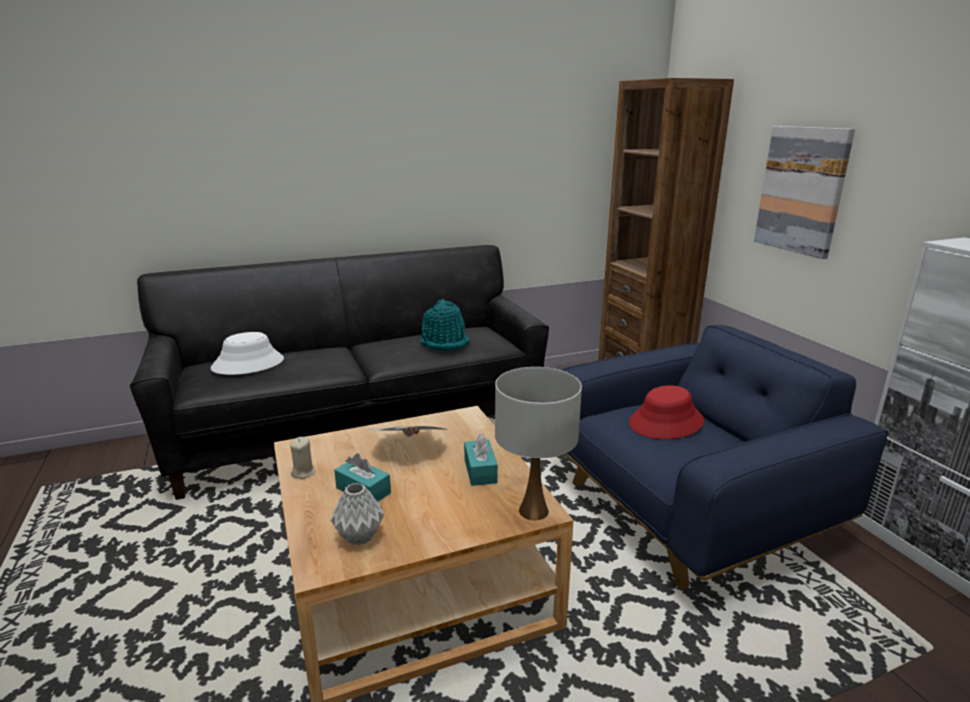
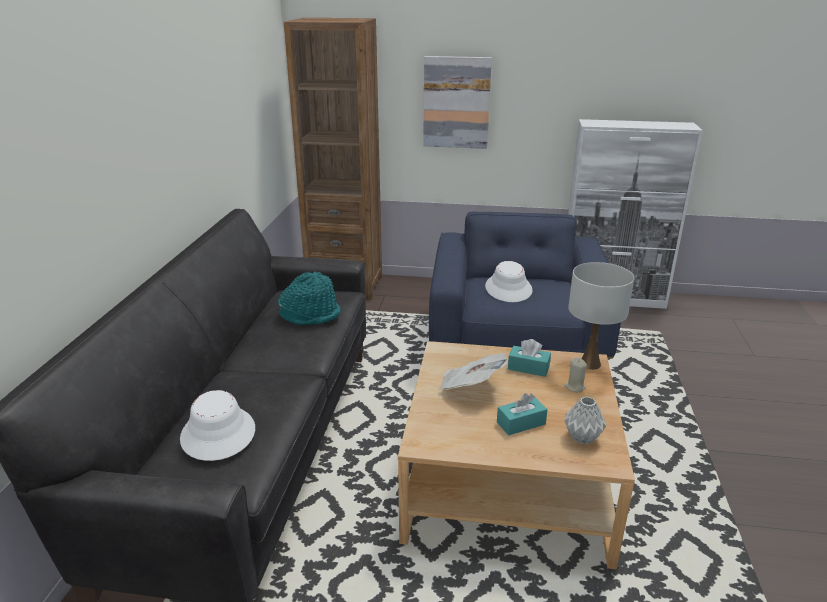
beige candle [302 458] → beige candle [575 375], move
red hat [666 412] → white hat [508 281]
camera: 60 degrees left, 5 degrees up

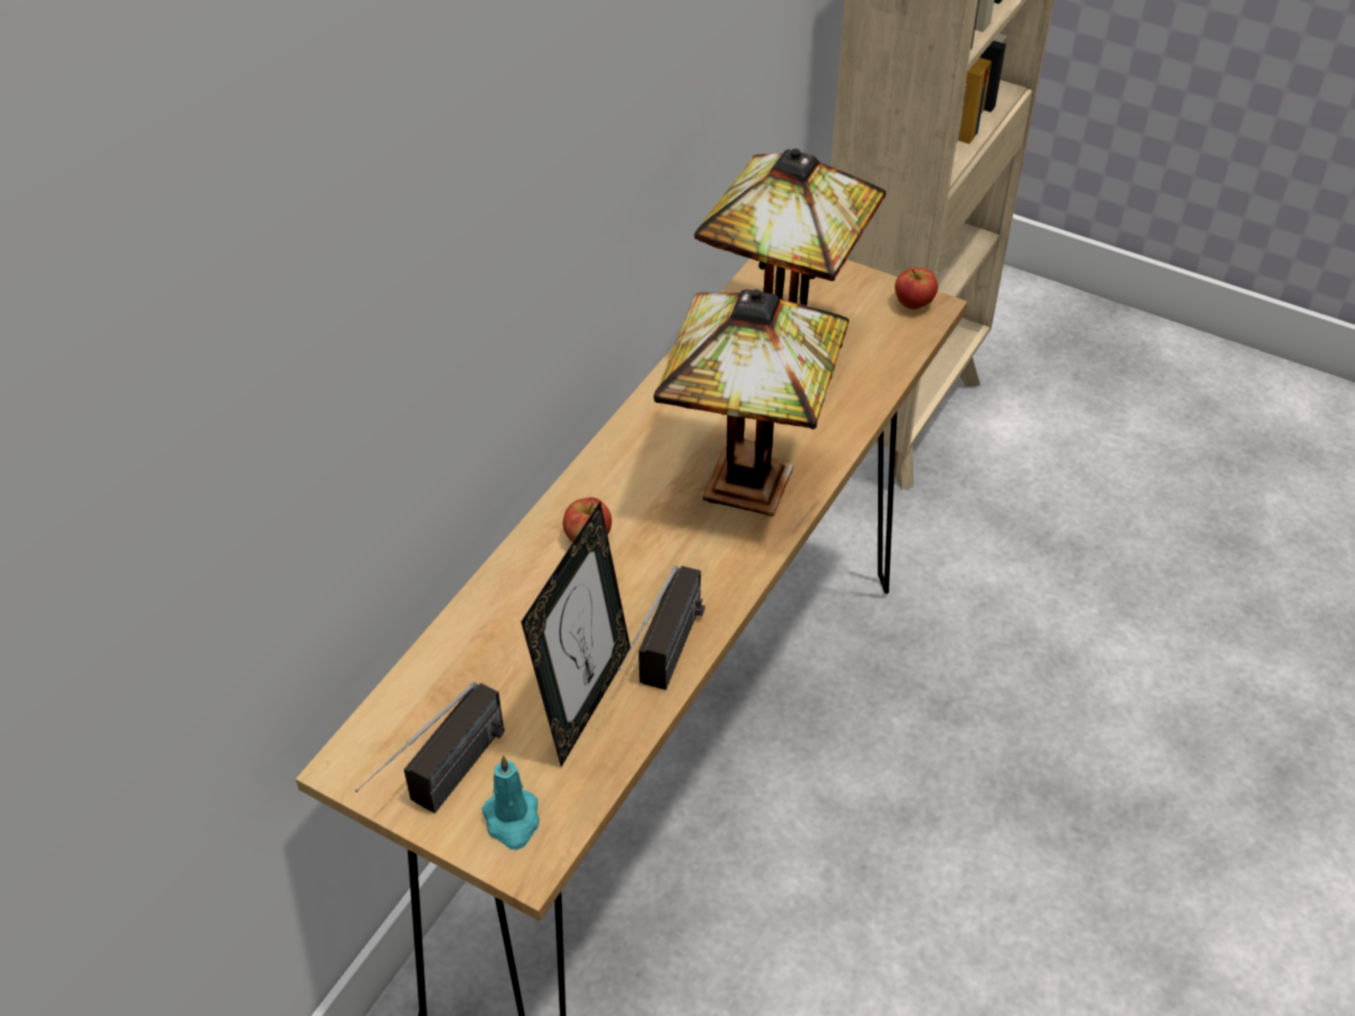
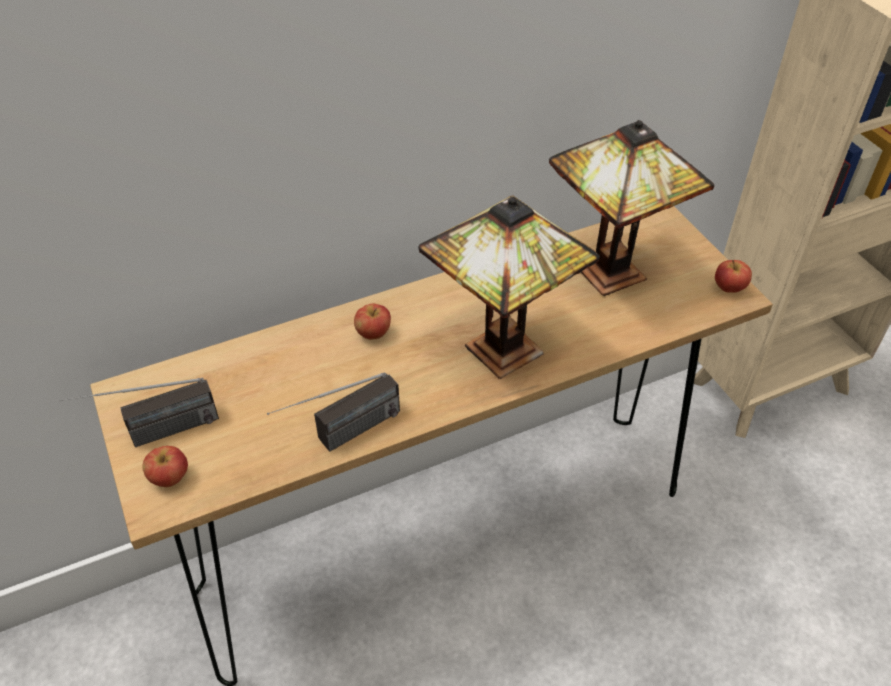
turquoise candle [510 802] → apple [165 466]
picture frame [575 634] → -
camera: 35 degrees right, 0 degrees up

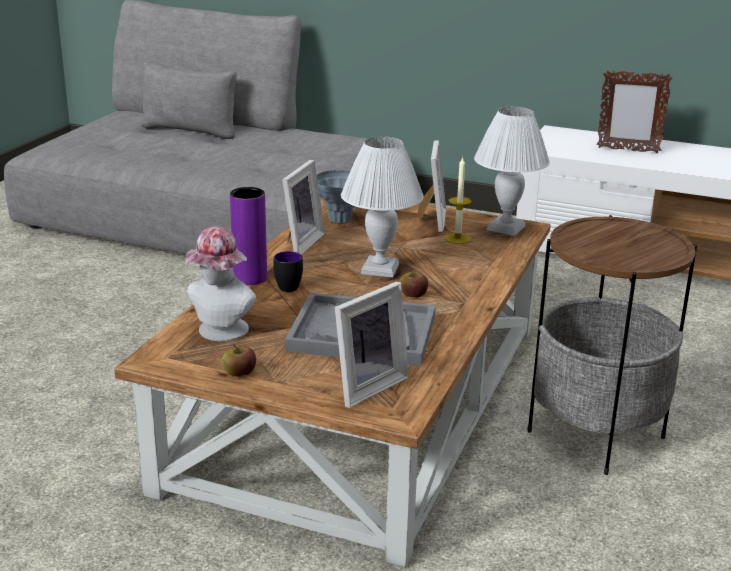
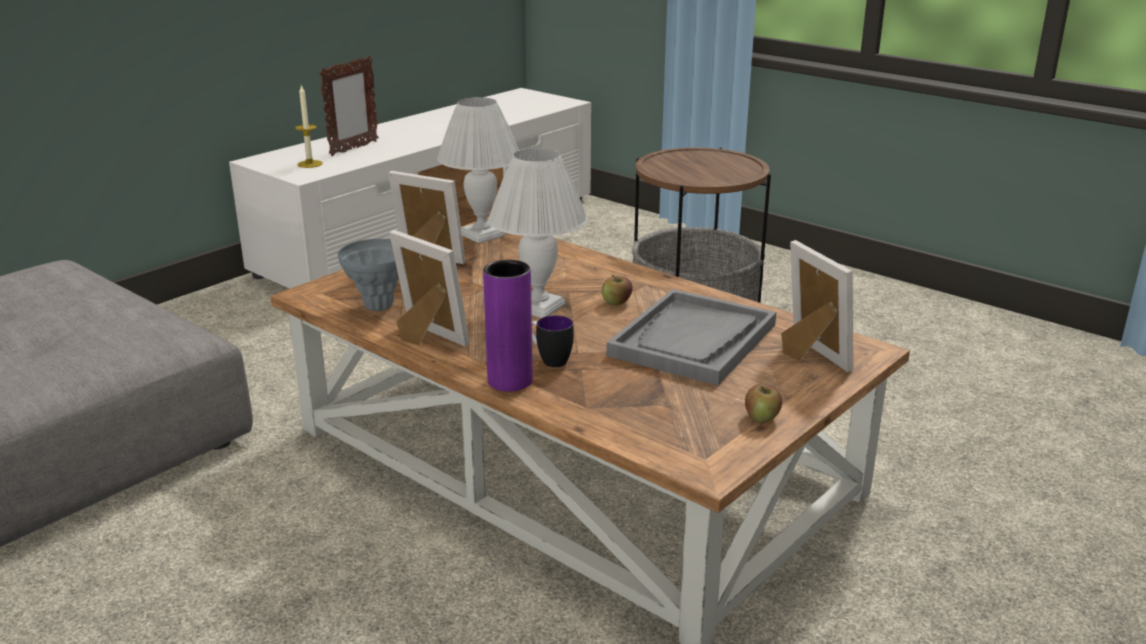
hat [220 284] → -
candle [458 201] → candle [309 126], move
camera: 70 degrees left, 0 degrees up

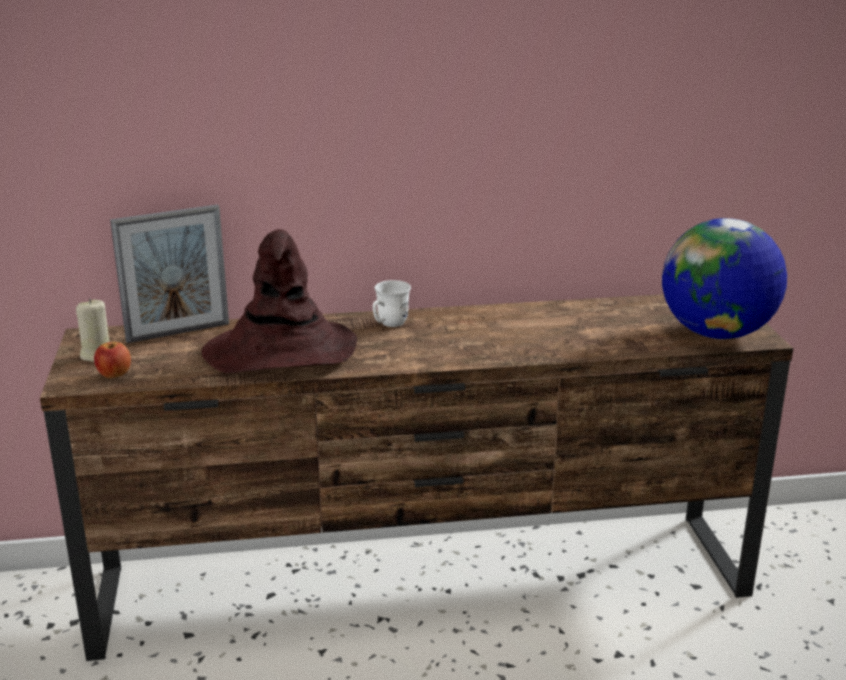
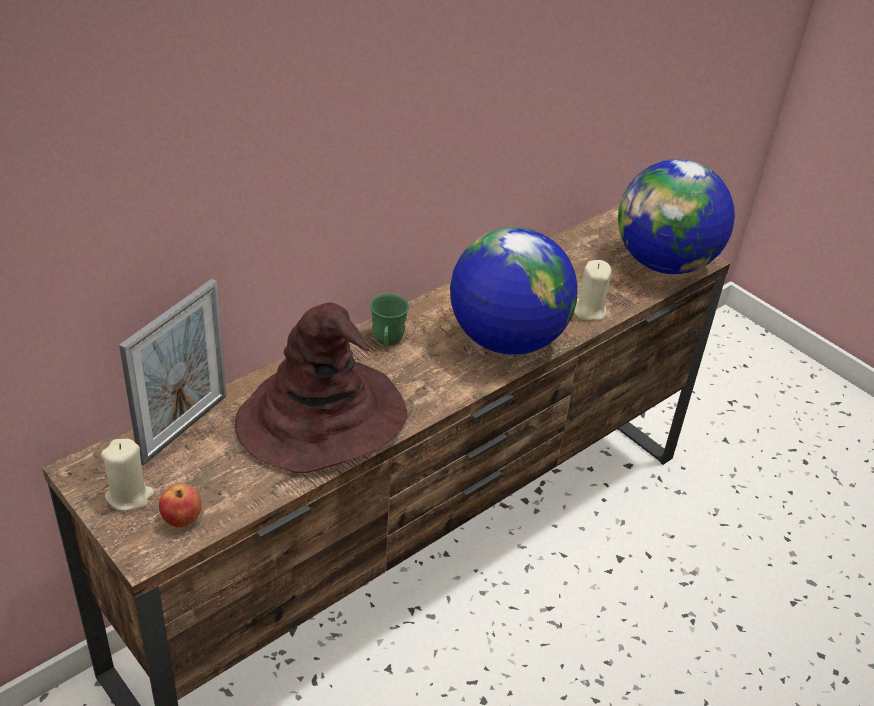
white mug [392 303] → green mug [389 319]
- → globe [514 291]
- → beige candle [592 290]
camera: 35 degrees left, 15 degrees up

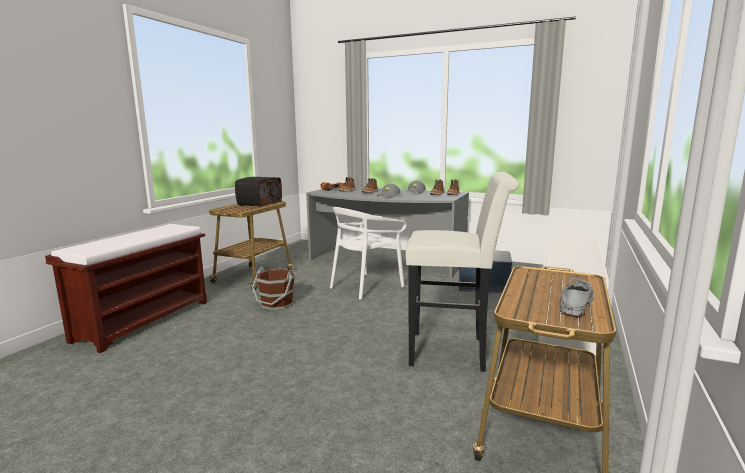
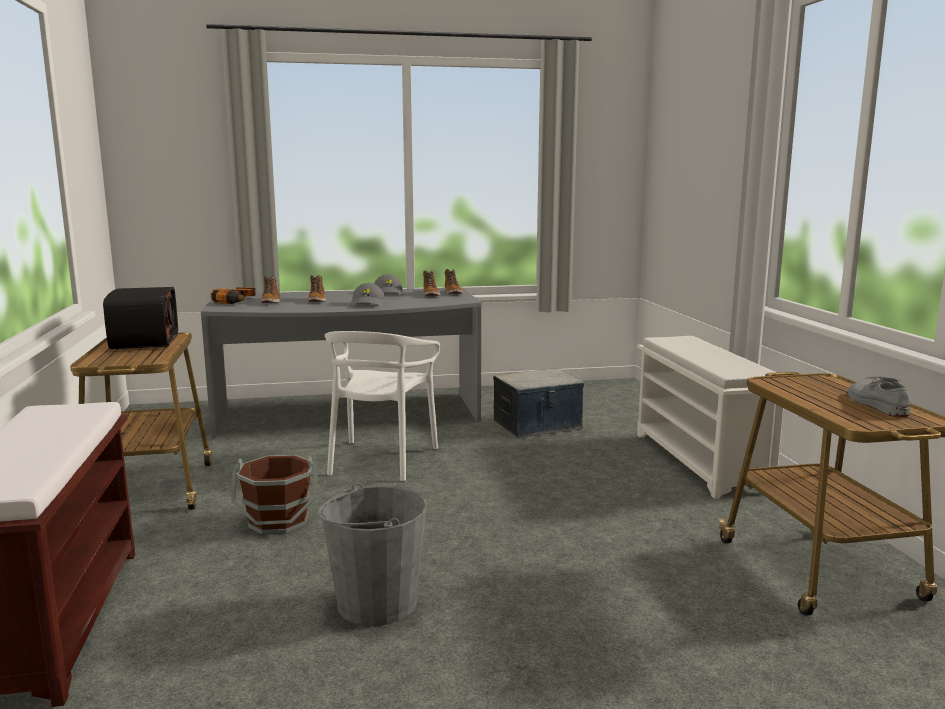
white stool [463 272] → -
- → grey bucket [372 554]
camera: 35 degrees left, 0 degrees up

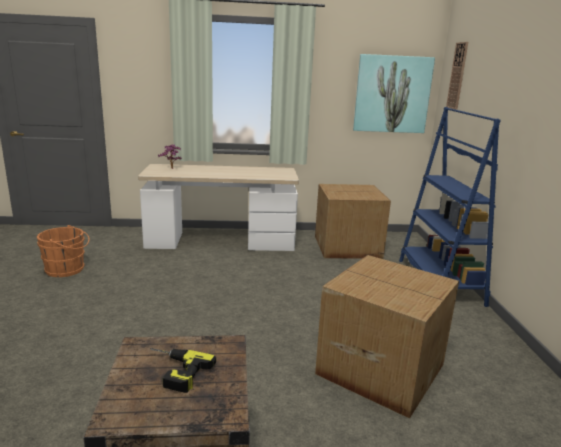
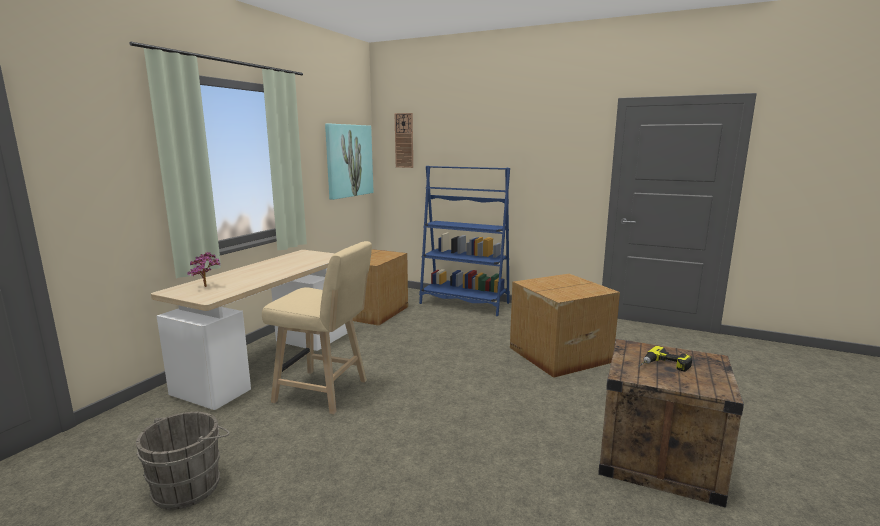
orange bucket [63 251] → grey bucket [183 461]
- → beige stool [317 327]
camera: 60 degrees left, 5 degrees down

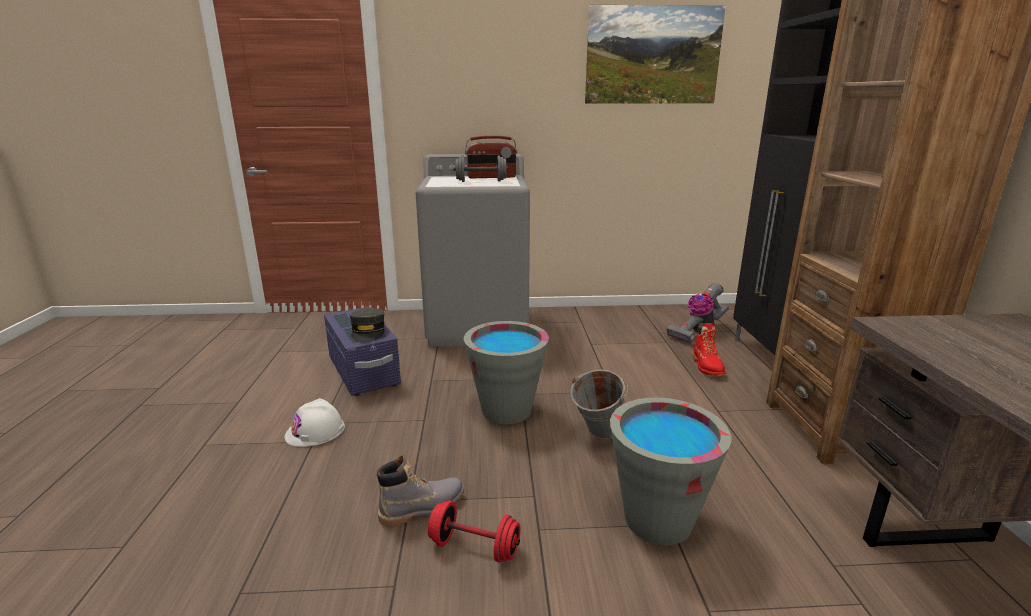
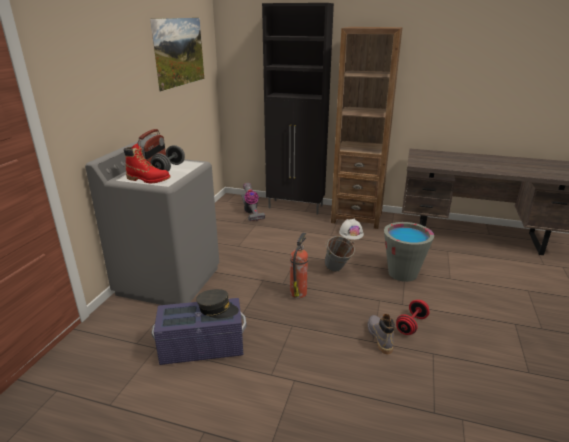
white hard hat [314 422] → white hard hat [351 229], move
grey bucket [506 372] → fire extinguisher [299 265]
red boot [709 349] → red boot [147 163], move
camera: 70 degrees left, 5 degrees up

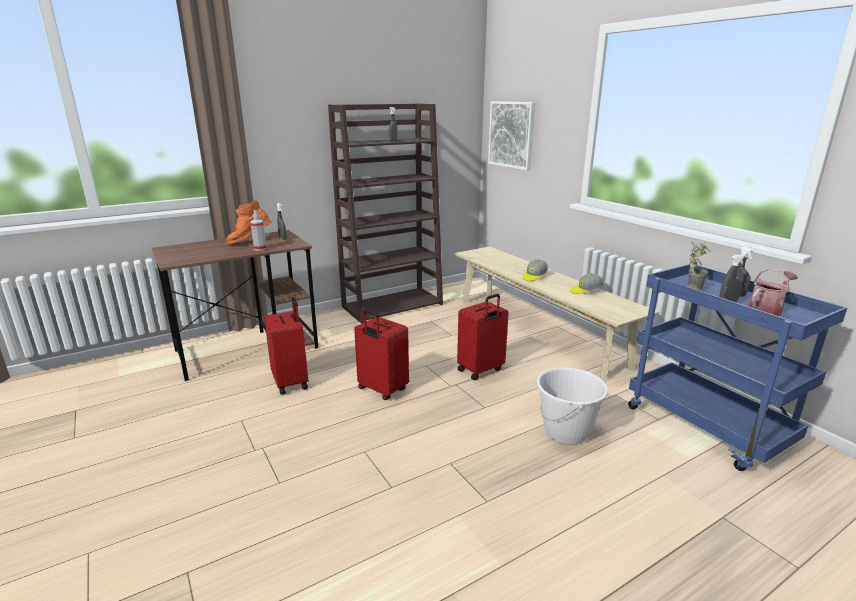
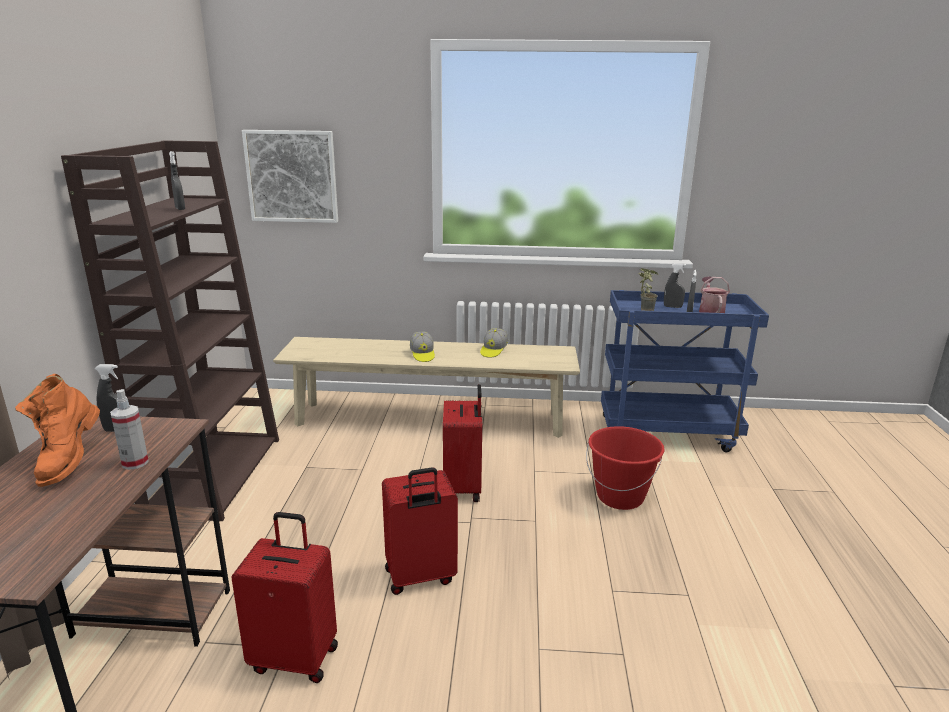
white bucket [572 406] → red bucket [625 468]
camera: 55 degrees left, 0 degrees up

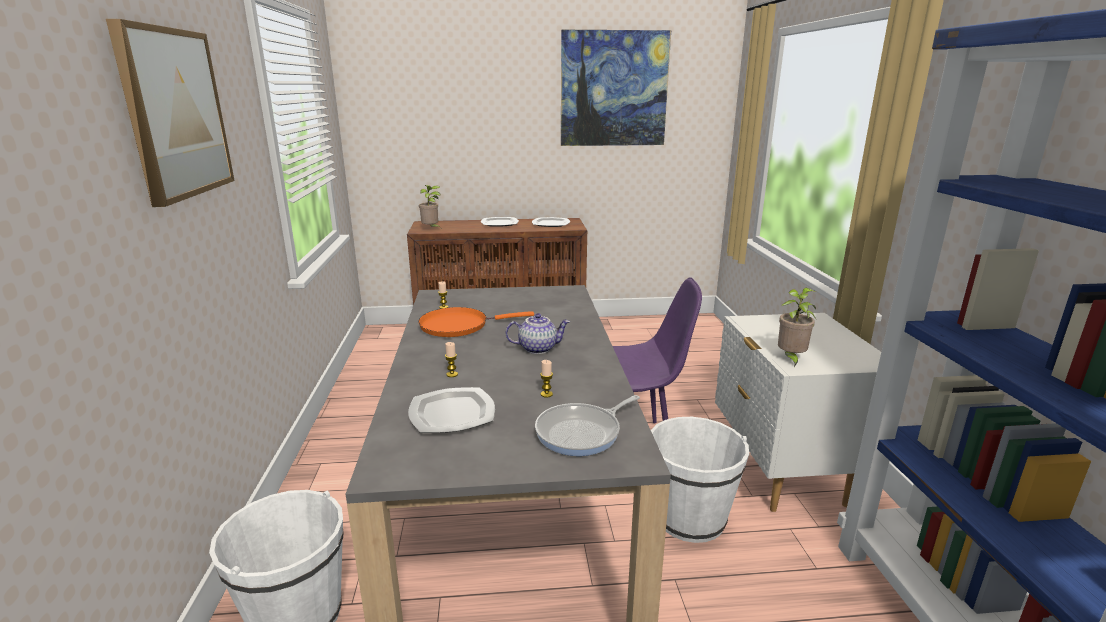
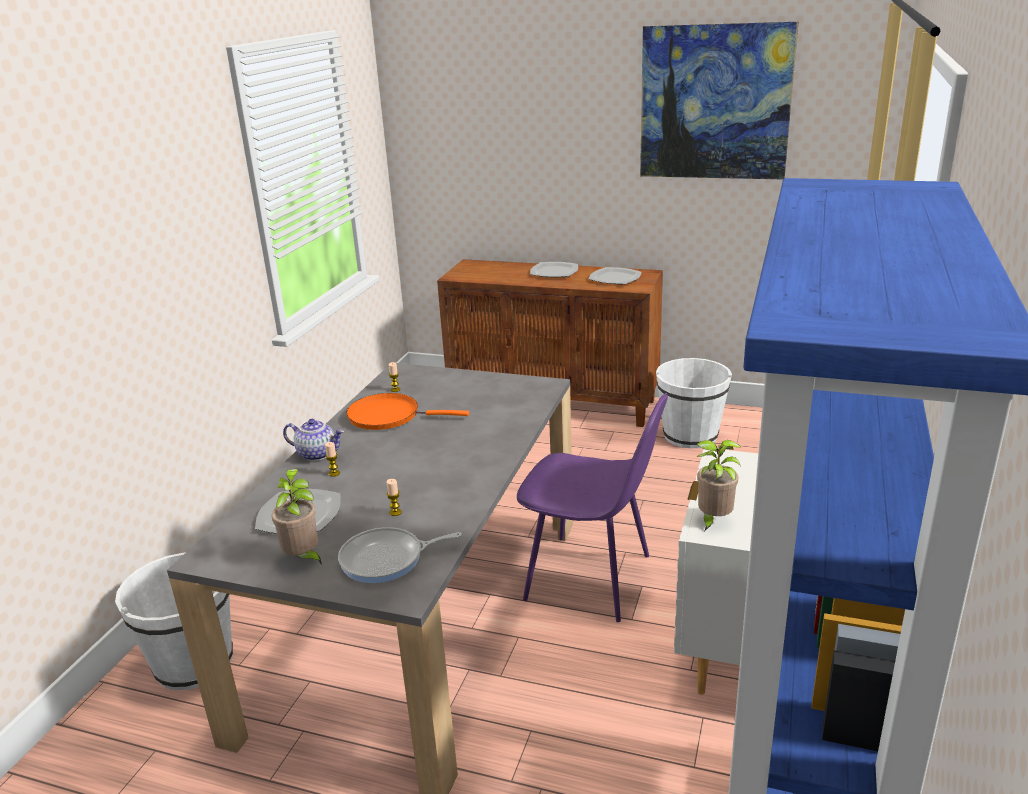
picture [170 113] → -
potted plant [430 207] → potted plant [297 517], move
teapot [537 333] → teapot [313 440], move
white bucket [700 480] → white bucket [694 403], move
camera: 25 degrees right, 5 degrees up

